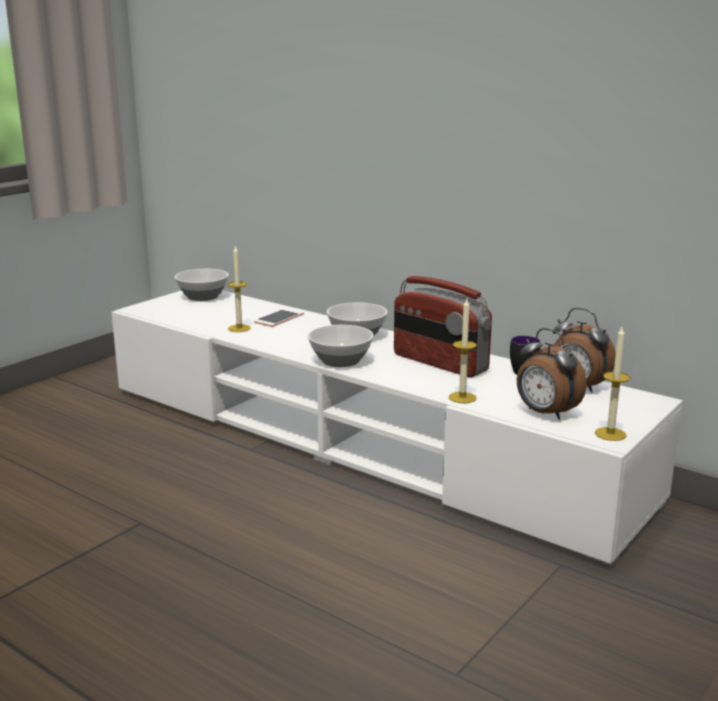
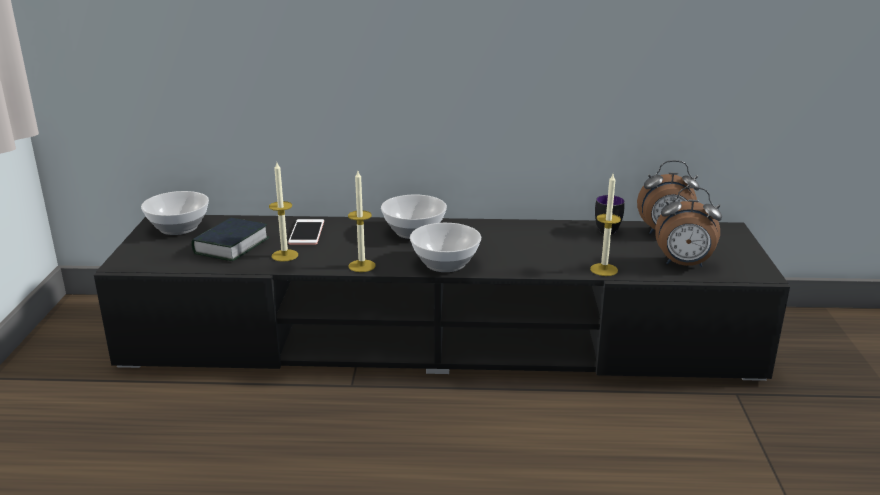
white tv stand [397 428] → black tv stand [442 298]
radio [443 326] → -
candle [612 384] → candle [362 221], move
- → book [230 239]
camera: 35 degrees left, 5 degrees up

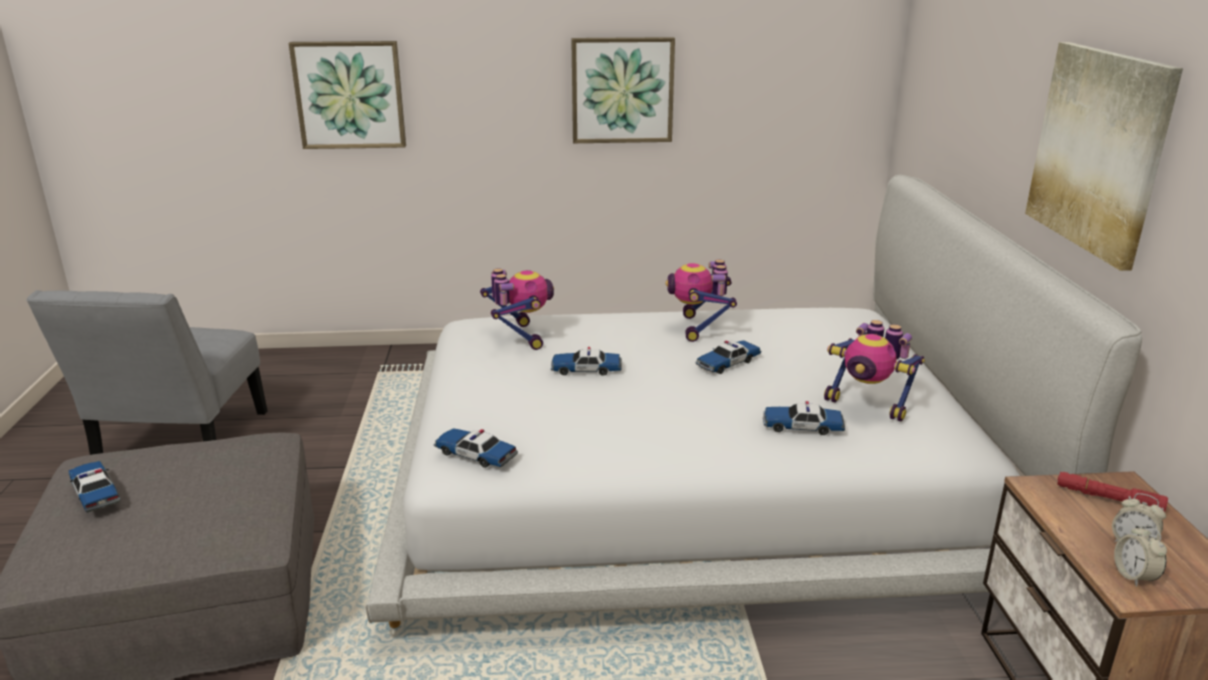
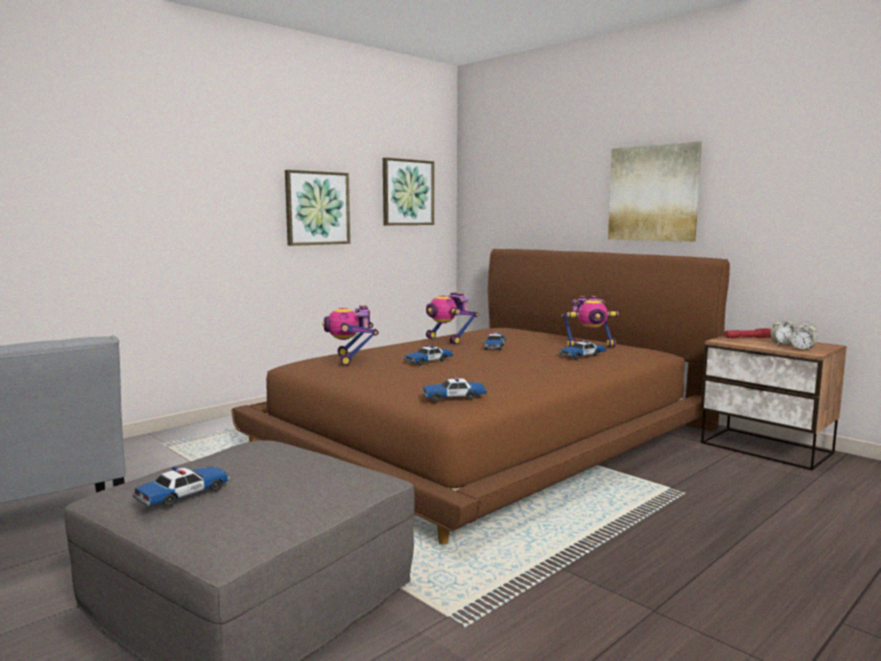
toy car [94 487] → toy car [181 486], 120 degrees clockwise
picture [347 95] → picture [408 191], move
white bed [753 401] → brown bed [480 397]
toy robot [517 309] → toy robot [350 335], 135 degrees counterclockwise
camera: 40 degrees left, 15 degrees down

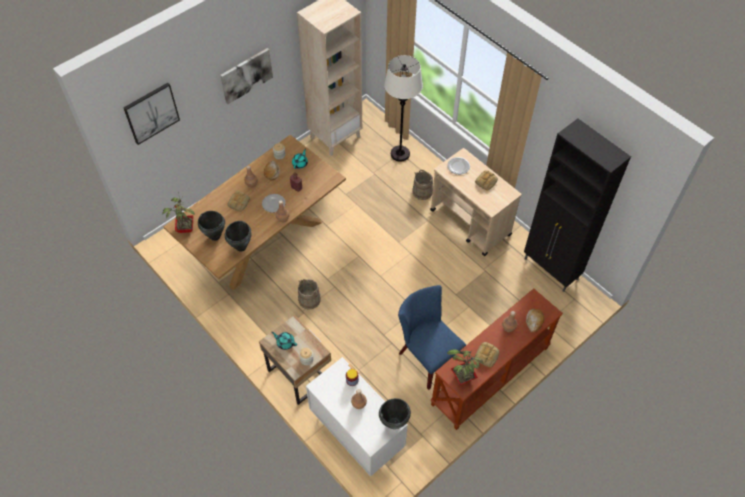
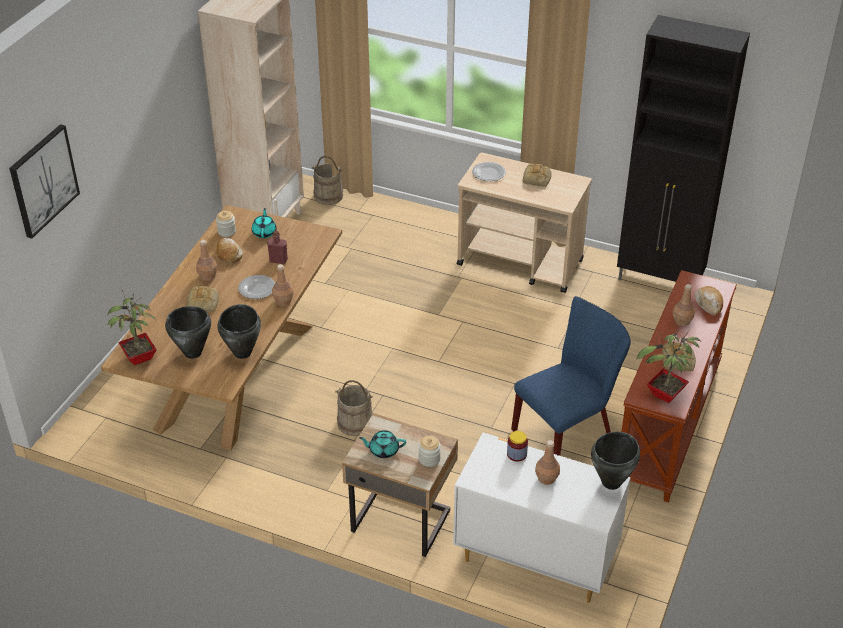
picture [246 76] → -
white floor lamp [403 108] → -
blue chair [432 337] → blue chair [571 376], 120 degrees clockwise
beige bucket [422 185] → beige bucket [327 180], move
camera: 25 degrees left, 15 degrees down

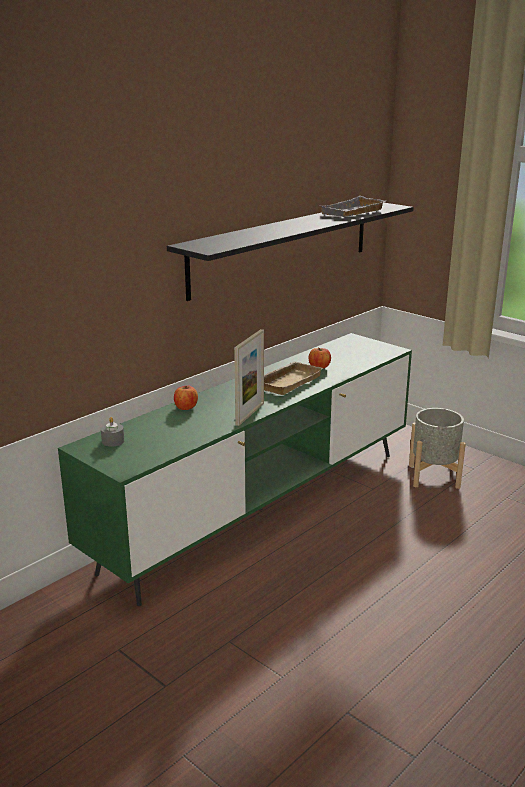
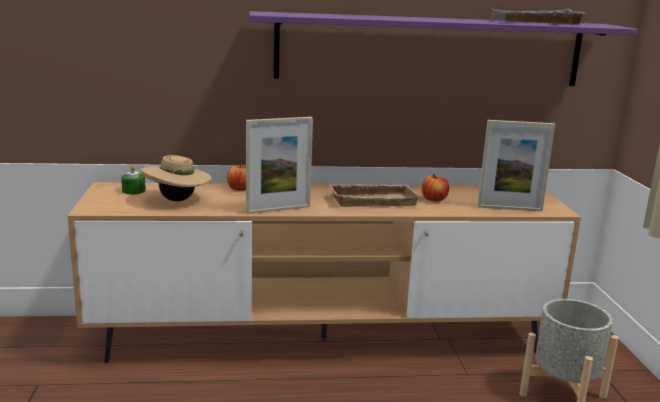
green tv stand [235 469] → brown tv stand [324 272]
grey candle [112 432] → green candle [133 179]
black shelf [290 252] → purple shelf [443 48]
- → beige hat [176 178]
- → picture frame [516 165]
camera: 40 degrees right, 5 degrees down

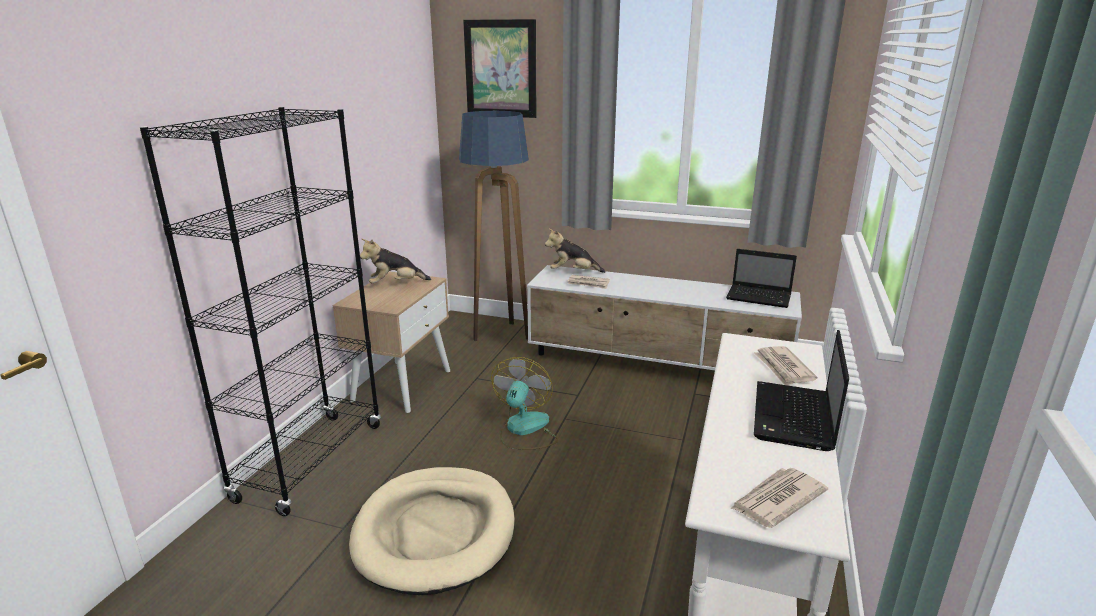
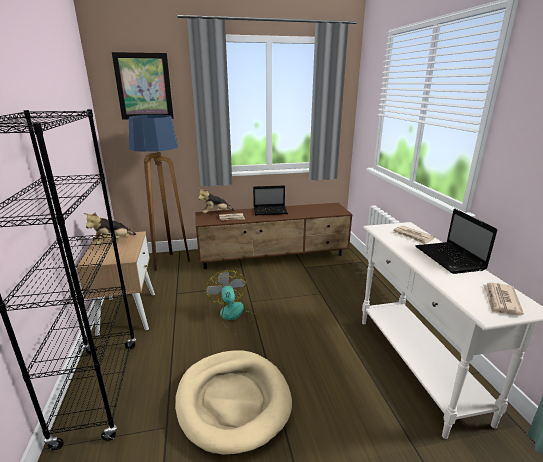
white tv stand [664 317] → brown tv stand [274 236]
laptop [761 278] → laptop [270 200], move
camera: 30 degrees left, 0 degrees up

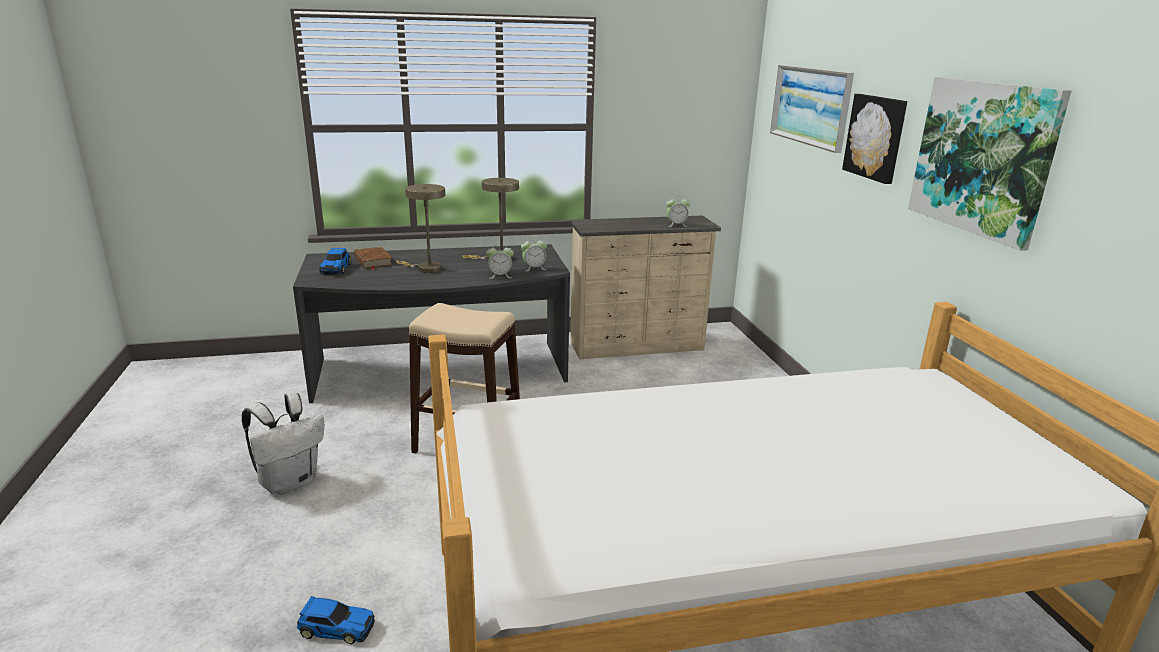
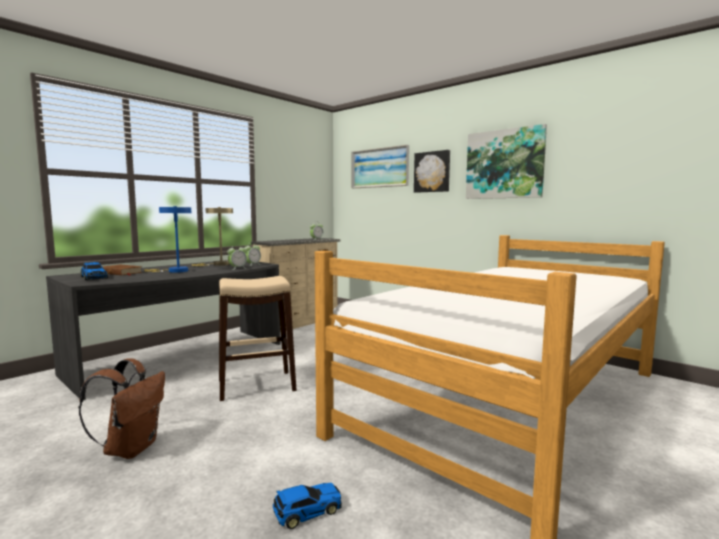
white backpack [283 443] → brown backpack [122 408]
beige table lamp [420 228] → blue table lamp [167 239]
camera: 35 degrees left, 15 degrees down

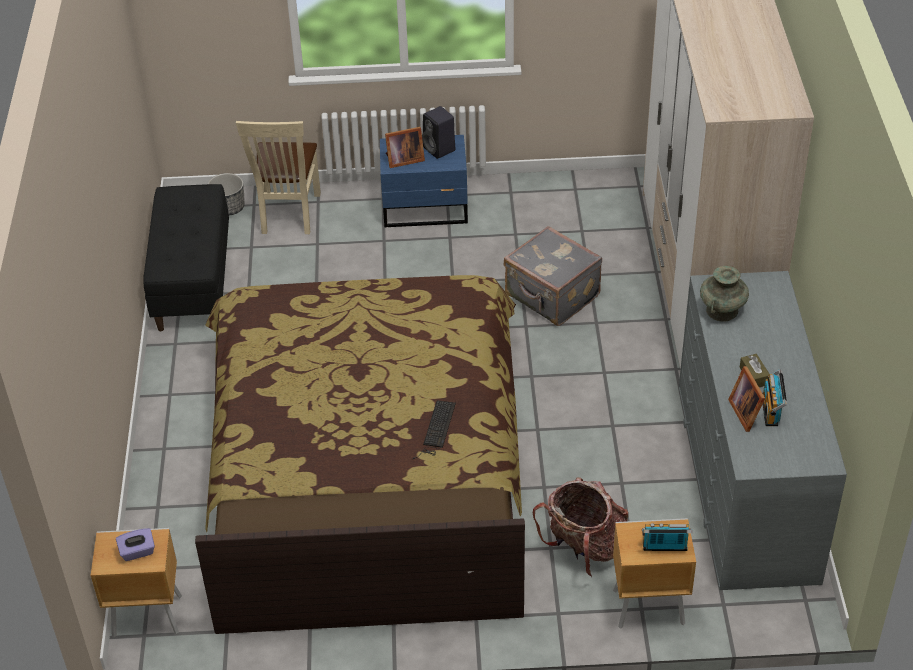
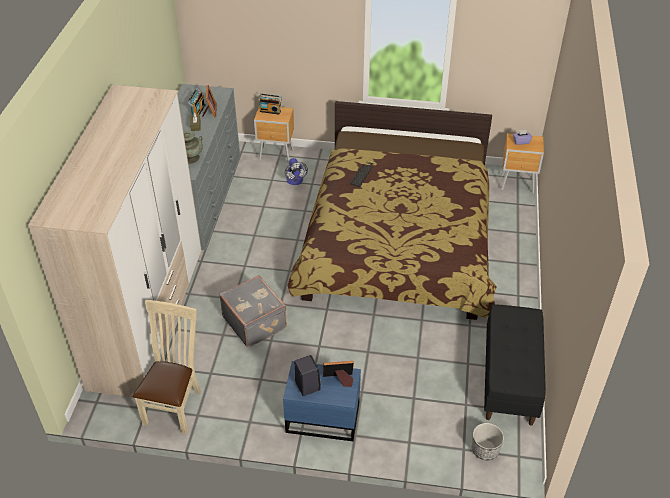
beige chair [278 177] → beige chair [167 367], move
backpack [580 527] → fan [296 171]
camera: 170 degrees left, 0 degrees up

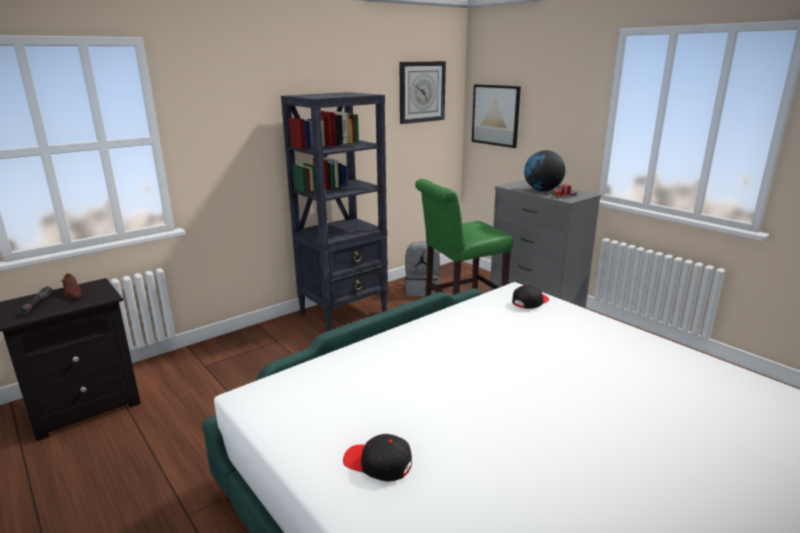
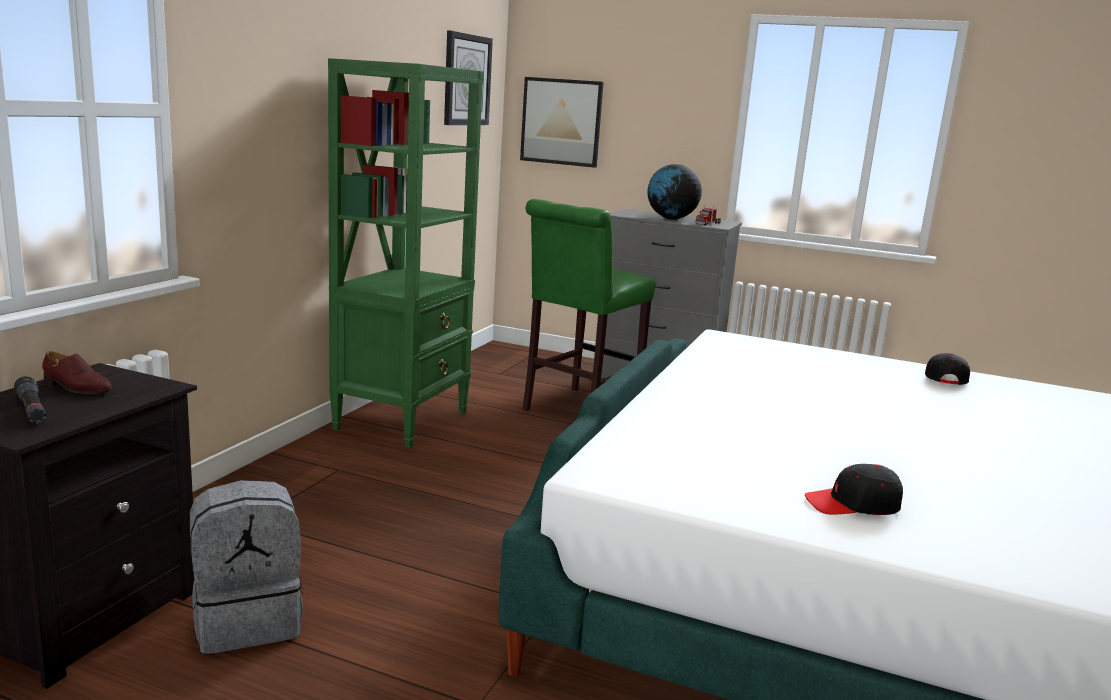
black bookcase [334 212] → green bookcase [406 253]
grey backpack [422 269] → grey backpack [247 567], move
black cap [530 297] → black cap [947 369], move
camera: 30 degrees left, 5 degrees down

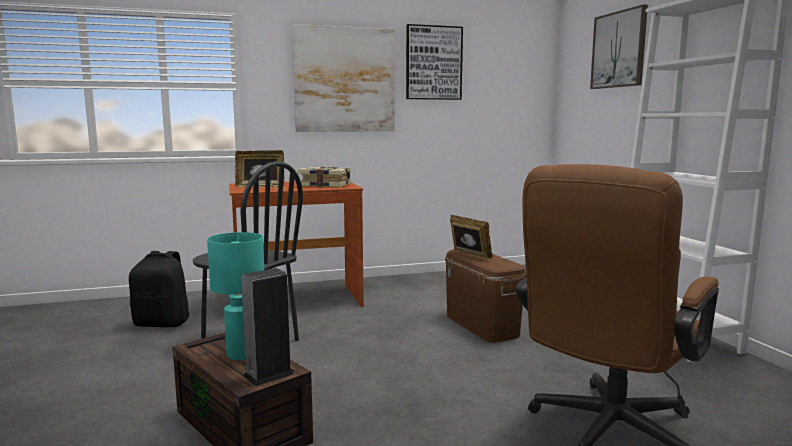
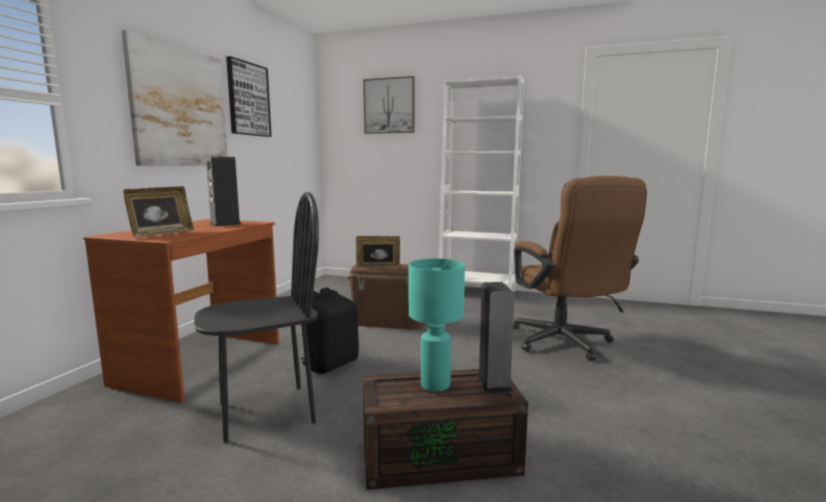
black backpack [159 289] → black backpack [329 330], move
book [324 177] → speaker [223 191]
camera: 55 degrees left, 0 degrees up

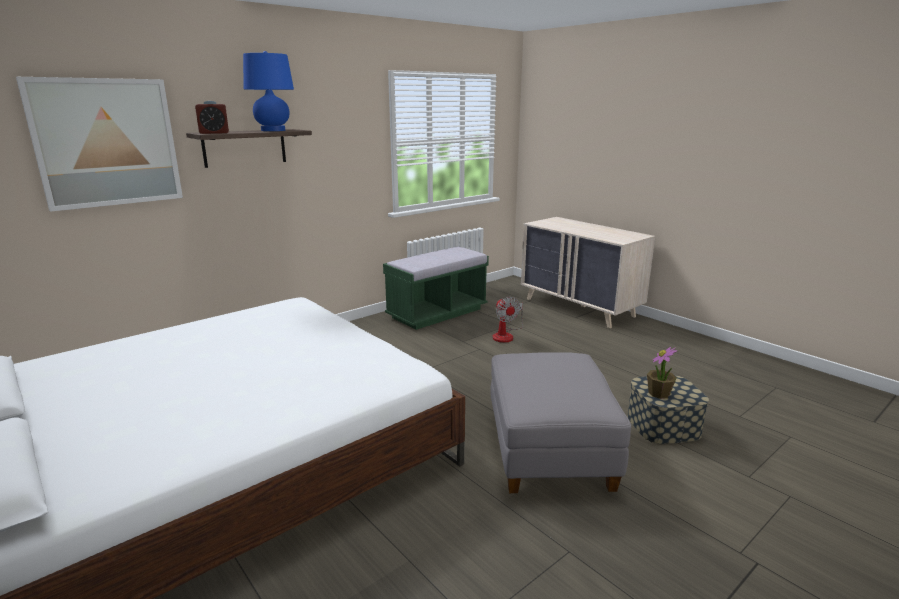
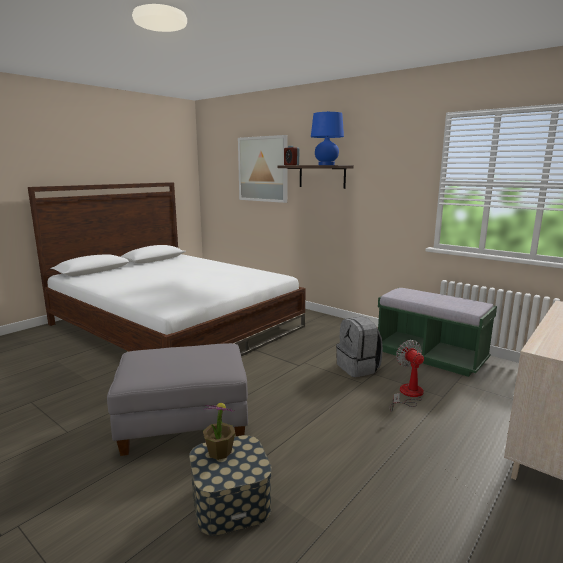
fan [508 319] → fan [407 376], 105 degrees clockwise
- → grey backpack [359 347]
camera: 80 degrees right, 5 degrees down

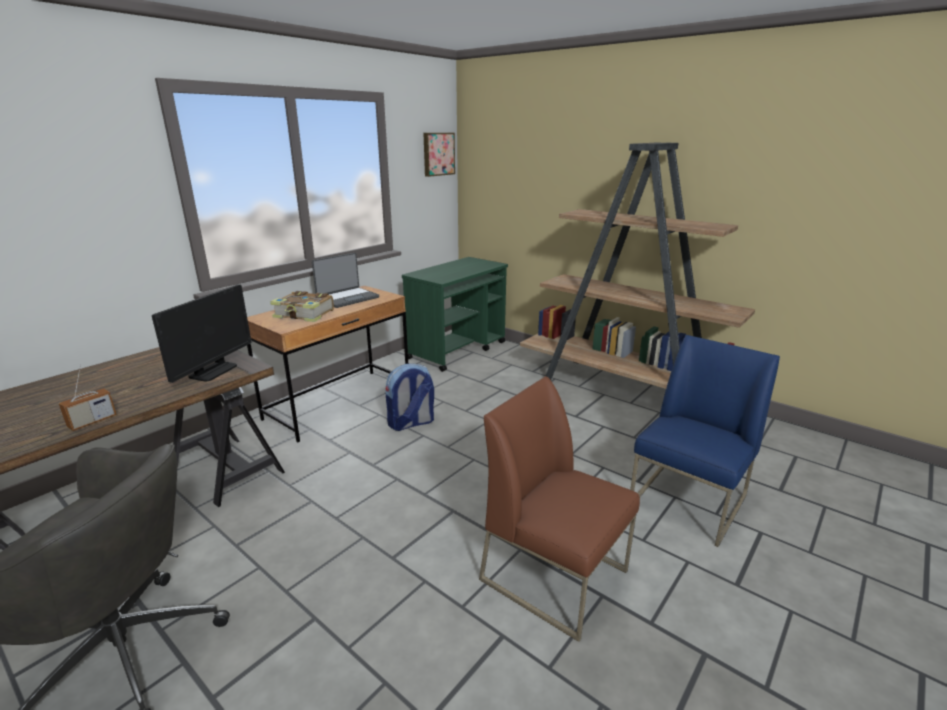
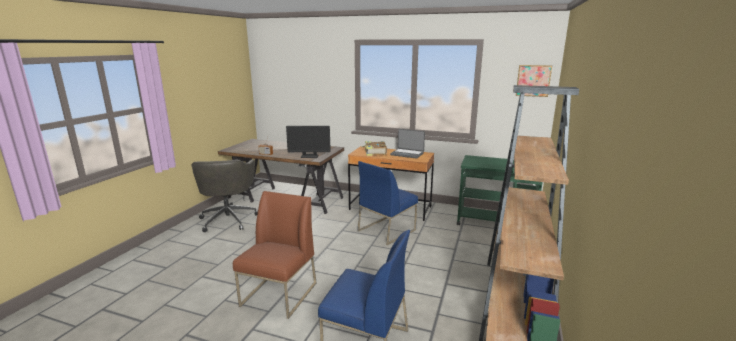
backpack [409 397] → blue chair [388 203]
camera: 70 degrees right, 5 degrees down

